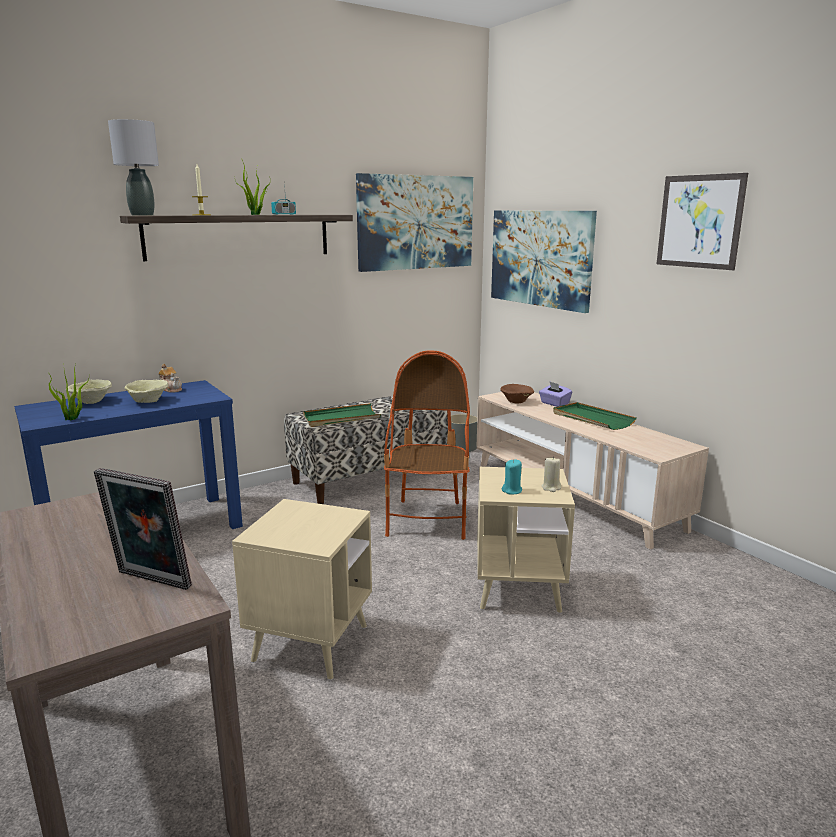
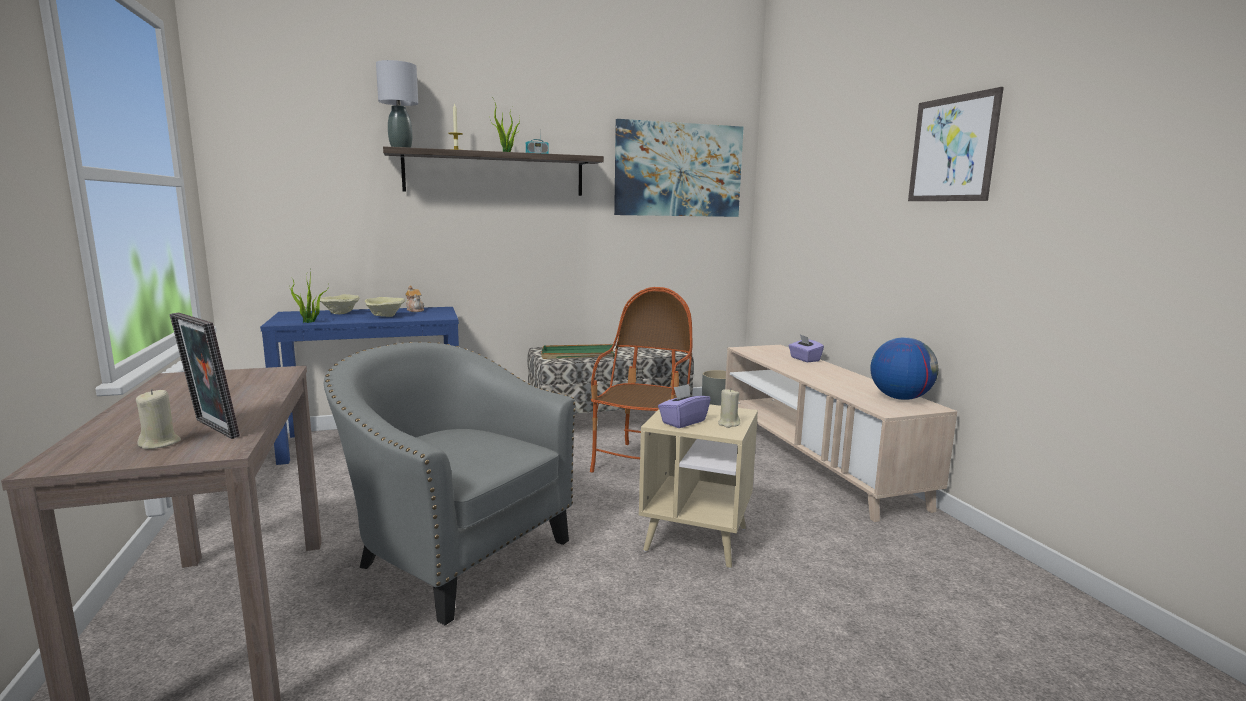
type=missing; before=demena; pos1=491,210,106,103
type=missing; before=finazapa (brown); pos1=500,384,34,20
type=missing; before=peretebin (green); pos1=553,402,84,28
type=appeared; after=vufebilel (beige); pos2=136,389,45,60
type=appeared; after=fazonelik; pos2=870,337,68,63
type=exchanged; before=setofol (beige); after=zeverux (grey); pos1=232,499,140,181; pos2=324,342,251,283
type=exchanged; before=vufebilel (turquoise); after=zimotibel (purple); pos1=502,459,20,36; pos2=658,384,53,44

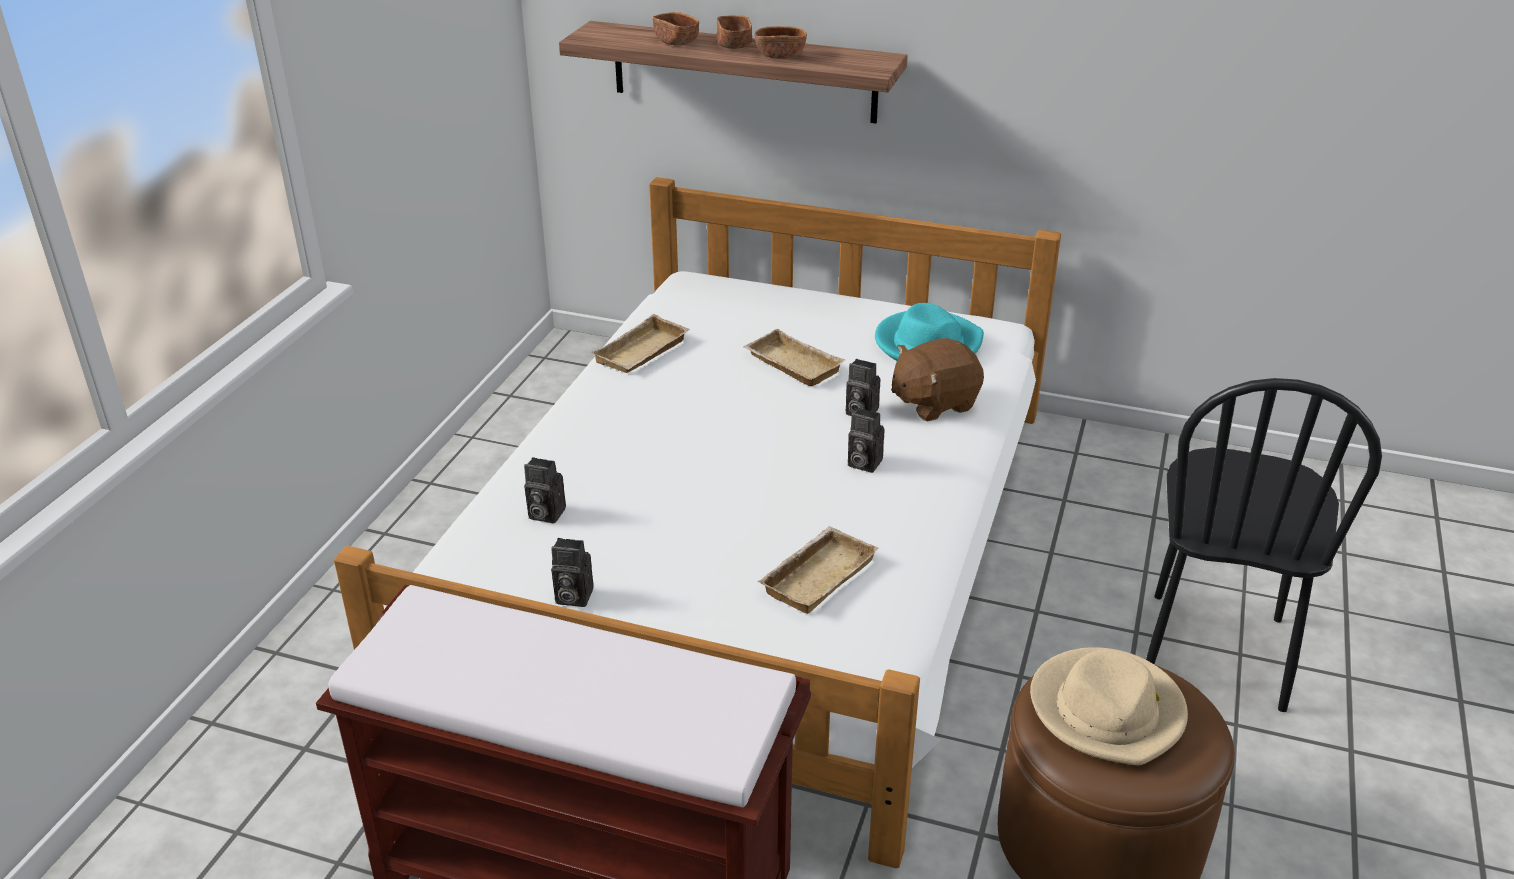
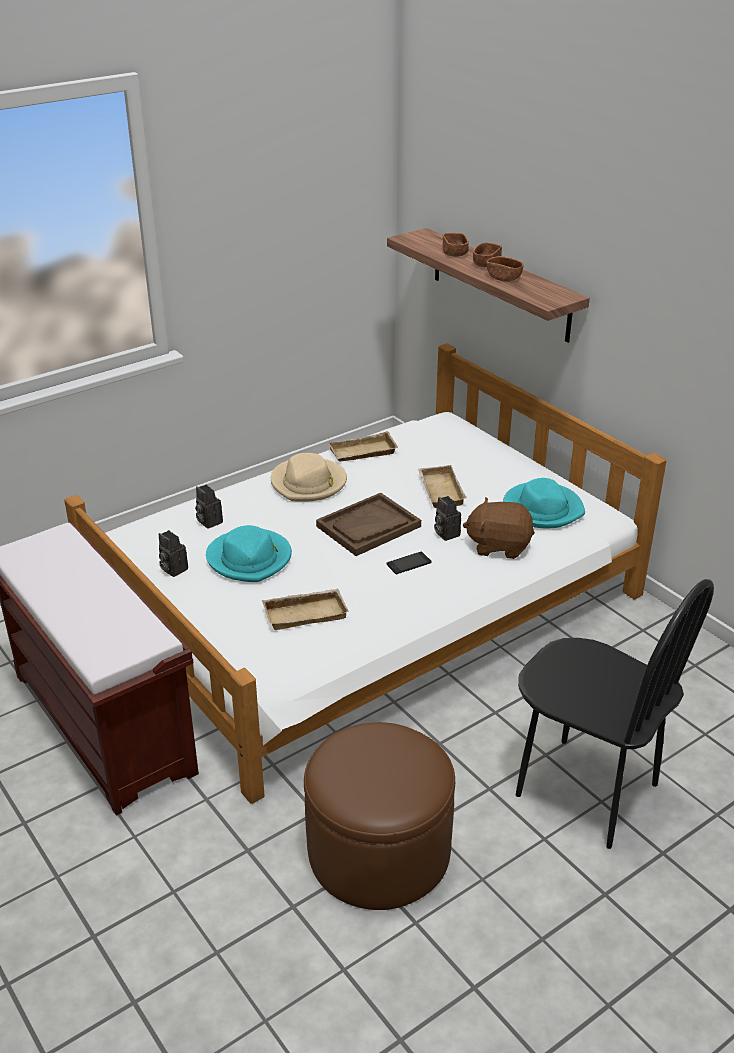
type=appeared; after=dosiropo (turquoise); pos2=206,525,86,57
type=appeared; after=peretebin (brown); pos2=316,493,105,63
type=relocated; before=dosiropo (beige); pos1=1030,647,158,118; pos2=271,453,76,49
type=exchanged; before=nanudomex; after=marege; pos1=848,408,37,65; pos2=386,552,46,22
type=spun; before=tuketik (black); pos1=1146,378,236,334; pos2=516,579,198,270; turn=-105

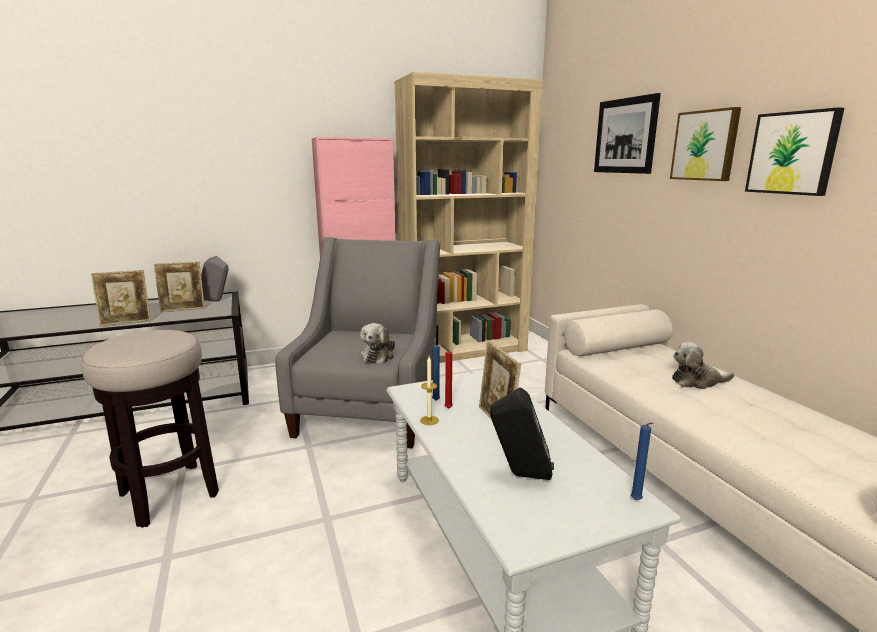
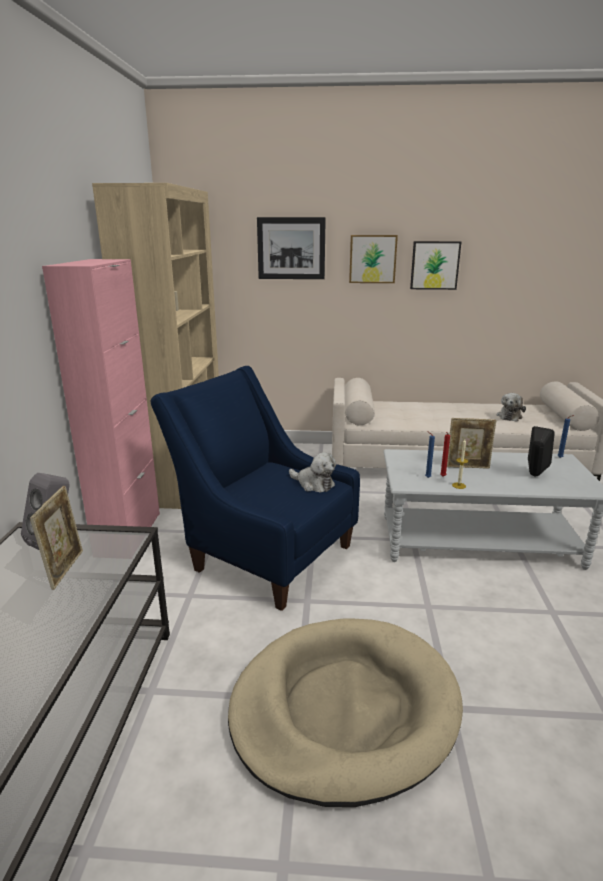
type=missing; before=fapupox; pos1=91,270,60,56
type=relocated; before=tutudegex; pos1=672,342,62,47; pos2=497,393,29,29
type=exchanged; before=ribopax; after=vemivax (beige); pos1=81,330,138,197; pos2=228,618,235,189
type=colour; before=zeverux (grey); after=zeverux (blue); pos1=275,237,165,211; pos2=150,366,210,245

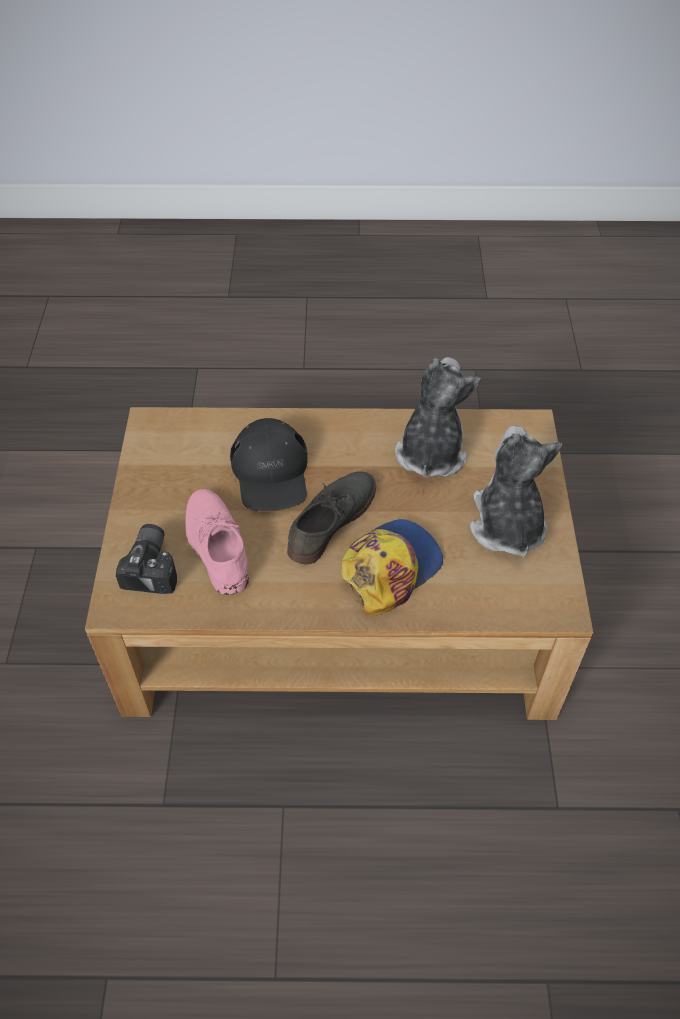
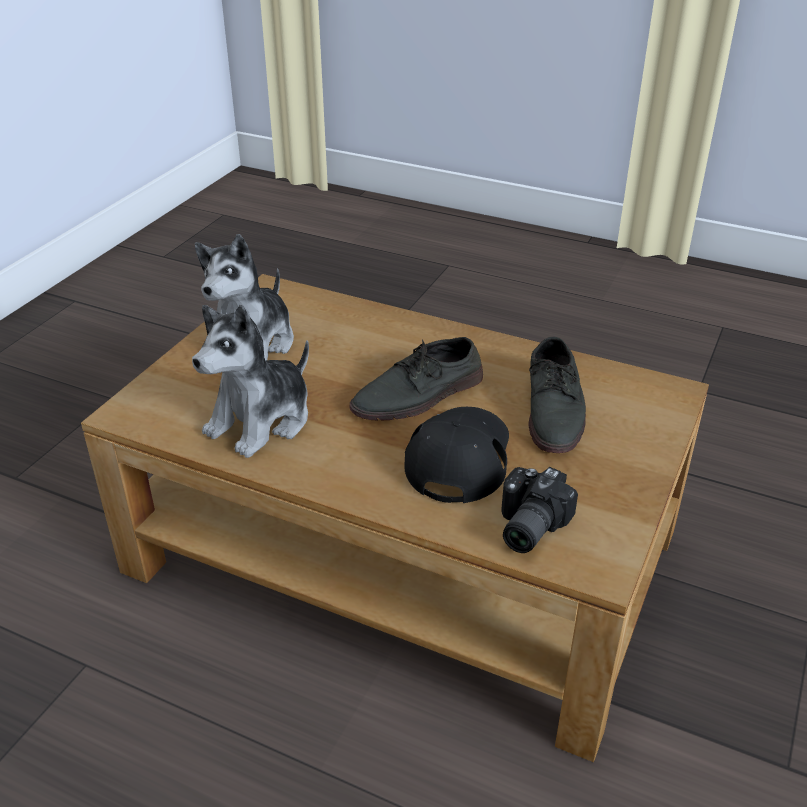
type=missing; before=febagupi; pos1=341,519,102,97
type=relocated; before=nanudomex; pos1=116,524,61,70; pos2=501,467,77,86
type=colour; before=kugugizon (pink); after=kugugizon (grey); pos1=185,489,64,106; pos2=528,336,58,117

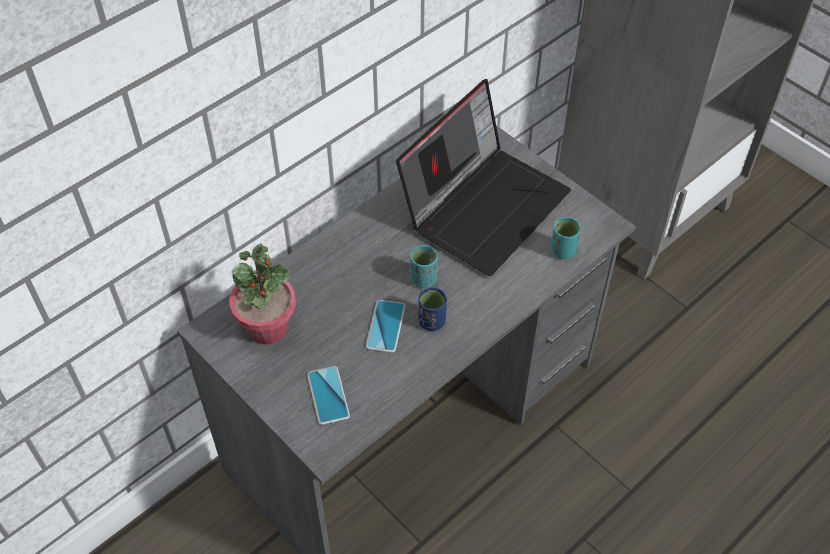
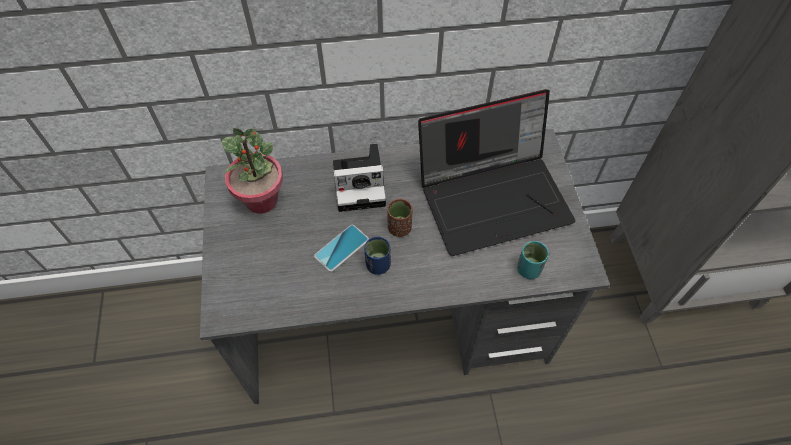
type=missing; before=marege; pos1=307,366,43,59
type=appeared; after=nanudomex; pos2=333,144,53,68
type=colour; before=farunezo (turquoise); after=farunezo (brown); pos1=410,245,28,43; pos2=387,199,25,38

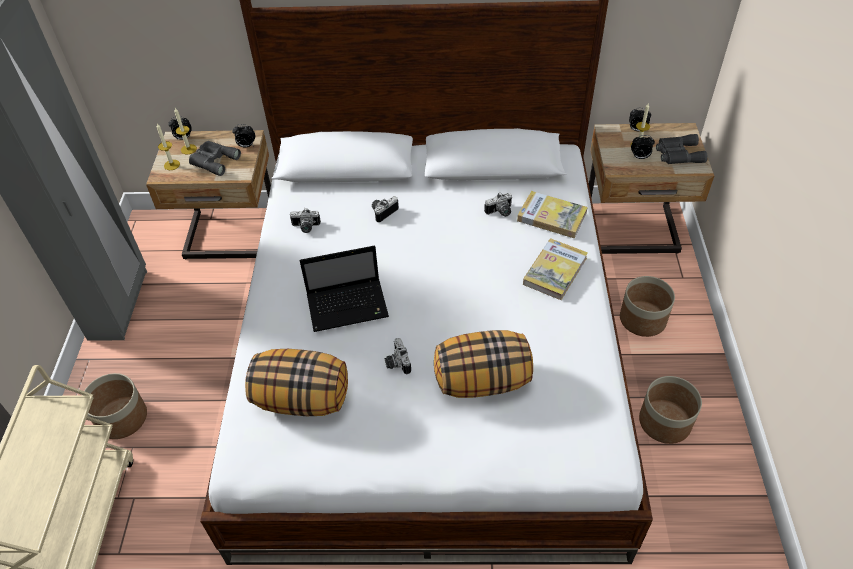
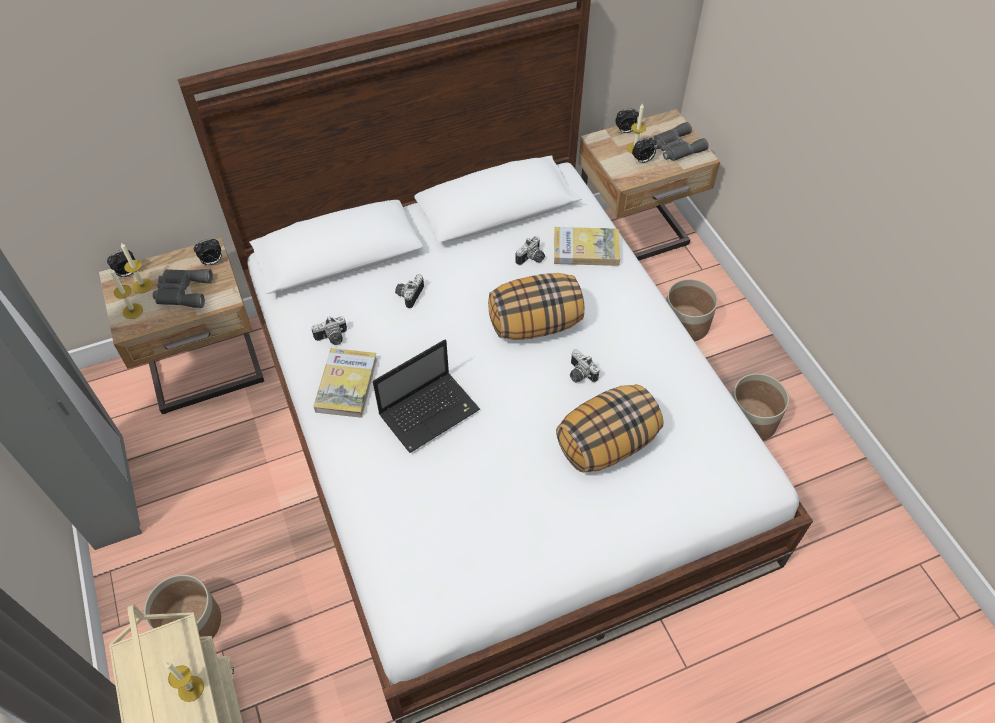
type=appeared; after=vufebilel; pos2=165,662,39,40
type=relocated; before=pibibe; pos1=245,349,103,67; pos2=488,273,96,67
type=relocated; before=nanudomex; pos1=385,338,26,36; pos2=570,349,30,33
type=relocated; before=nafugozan; pos1=523,238,65,62; pos2=313,348,64,70

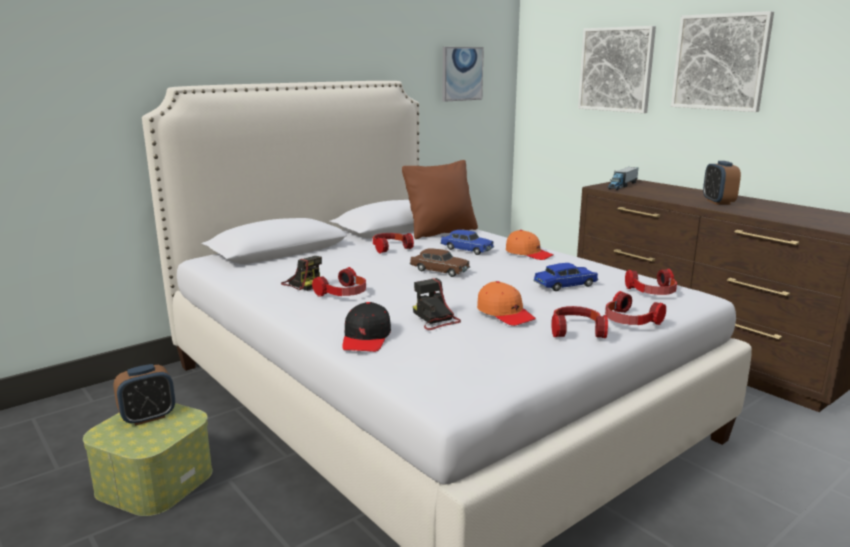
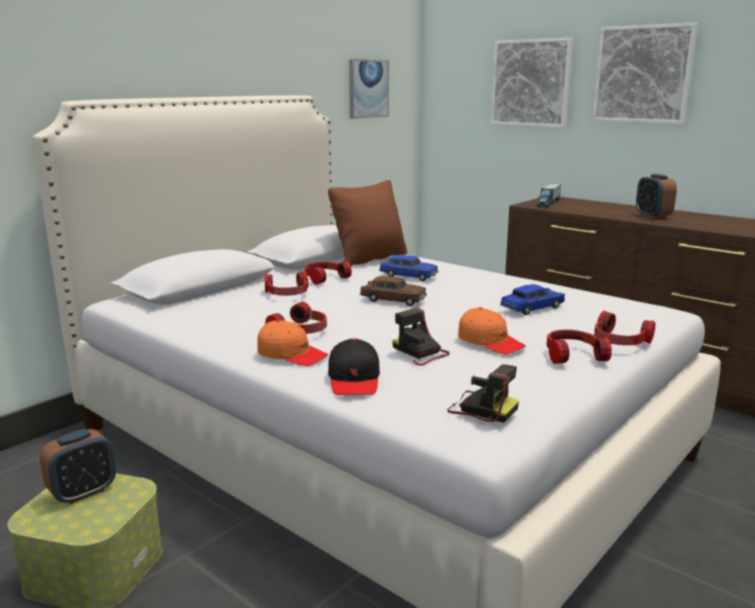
type=relocated; before=nanudomex; pos1=281,256,41,35; pos2=447,364,72,59
type=relocated; before=febagupi (orange); pos1=506,230,48,30; pos2=257,320,71,46
type=relocated; before=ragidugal; pos1=625,269,52,26; pos2=264,271,44,25

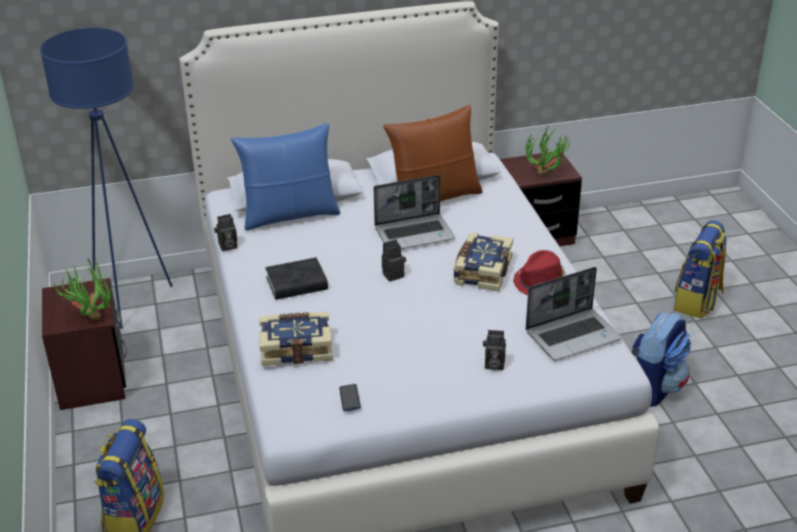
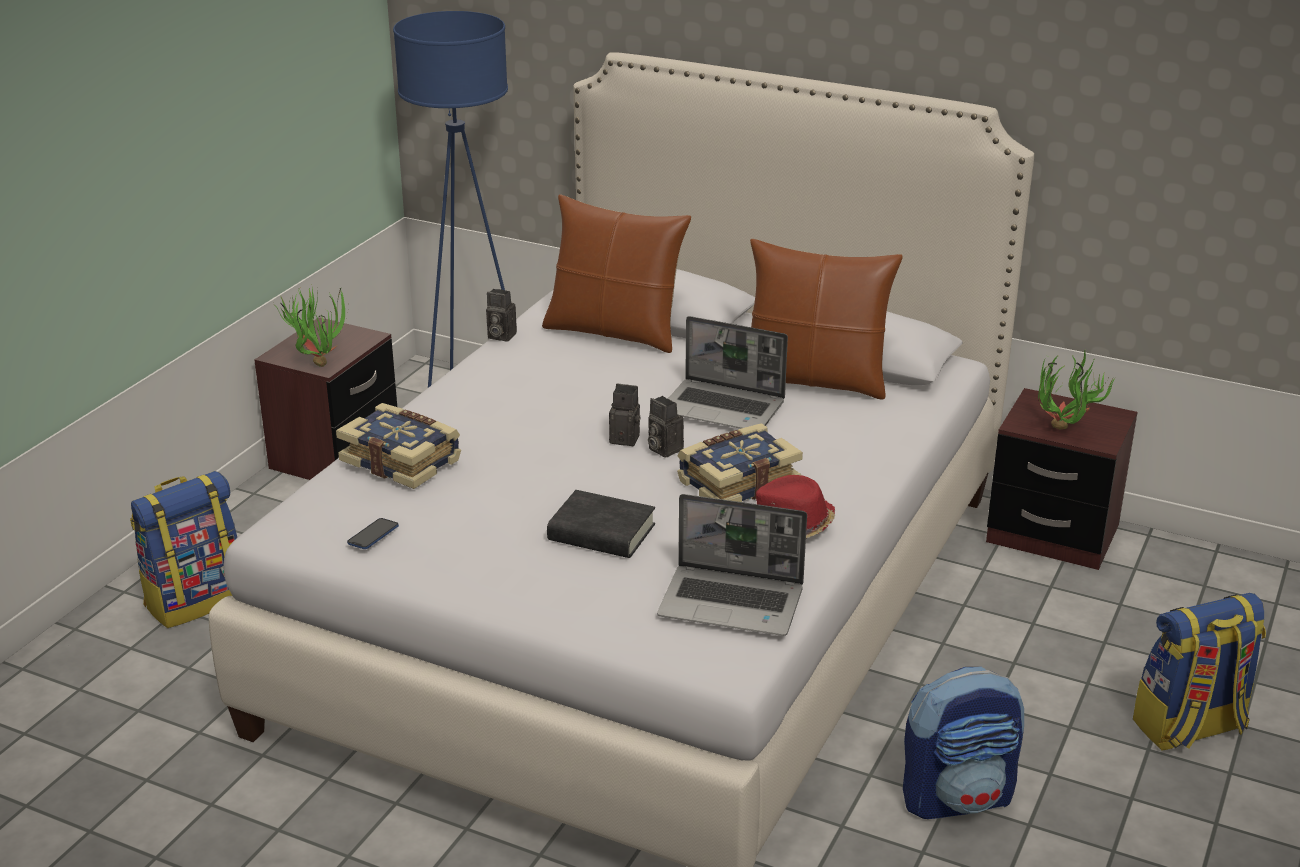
type=relocated; before=nafugozan (black); pos1=265,257,63,43; pos2=547,490,108,68
type=relocated; before=nanudomex; pos1=483,330,23,40; pos2=648,396,36,62
type=colour; before=pibibe (blue); after=pibibe (brown); pos1=231,123,109,107; pos2=542,195,149,158

